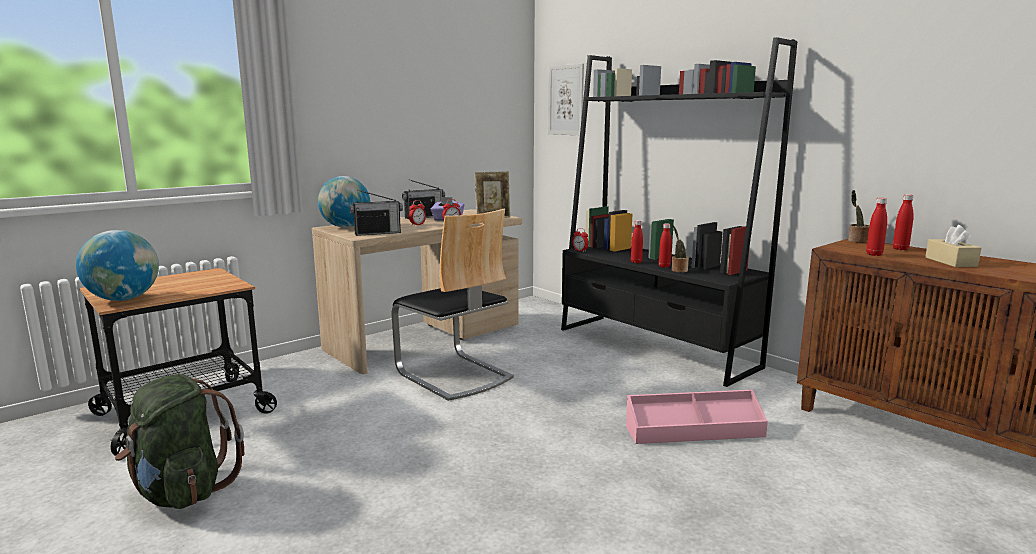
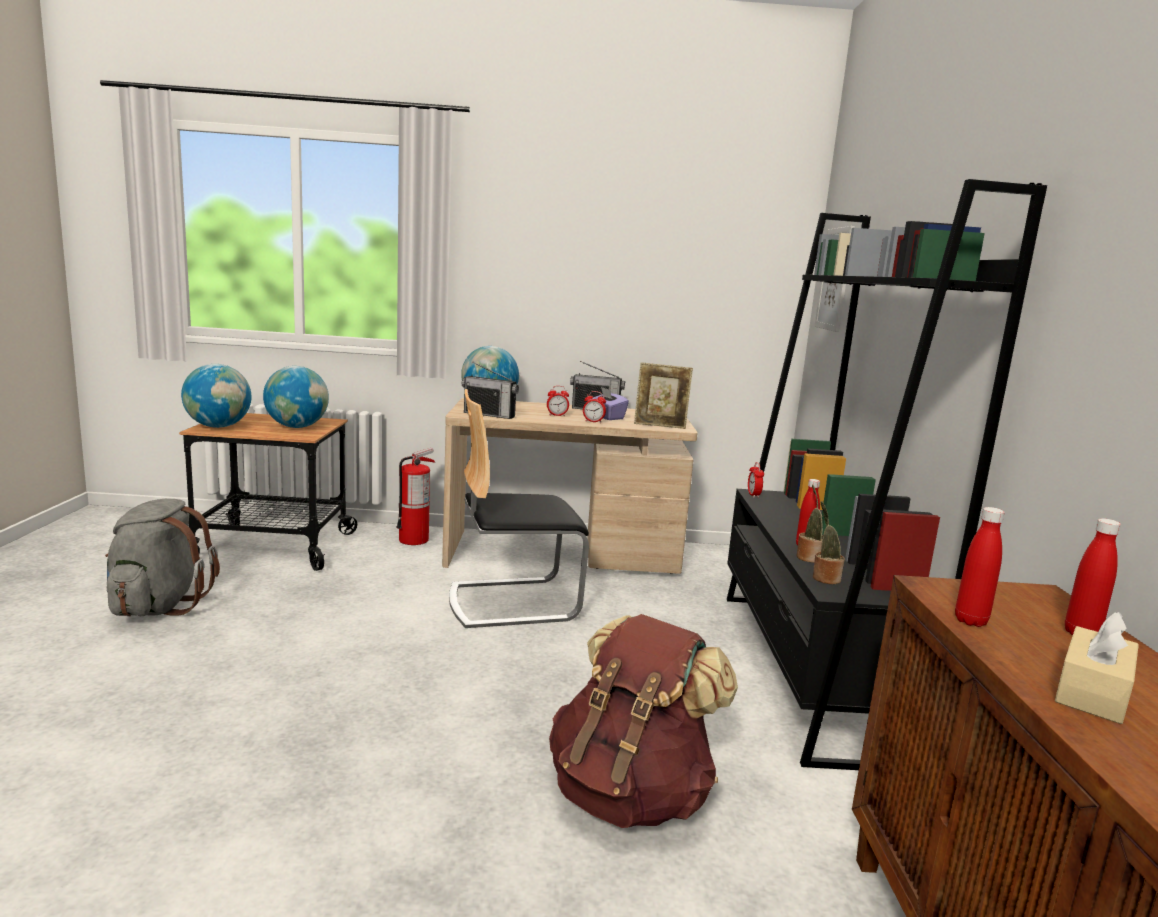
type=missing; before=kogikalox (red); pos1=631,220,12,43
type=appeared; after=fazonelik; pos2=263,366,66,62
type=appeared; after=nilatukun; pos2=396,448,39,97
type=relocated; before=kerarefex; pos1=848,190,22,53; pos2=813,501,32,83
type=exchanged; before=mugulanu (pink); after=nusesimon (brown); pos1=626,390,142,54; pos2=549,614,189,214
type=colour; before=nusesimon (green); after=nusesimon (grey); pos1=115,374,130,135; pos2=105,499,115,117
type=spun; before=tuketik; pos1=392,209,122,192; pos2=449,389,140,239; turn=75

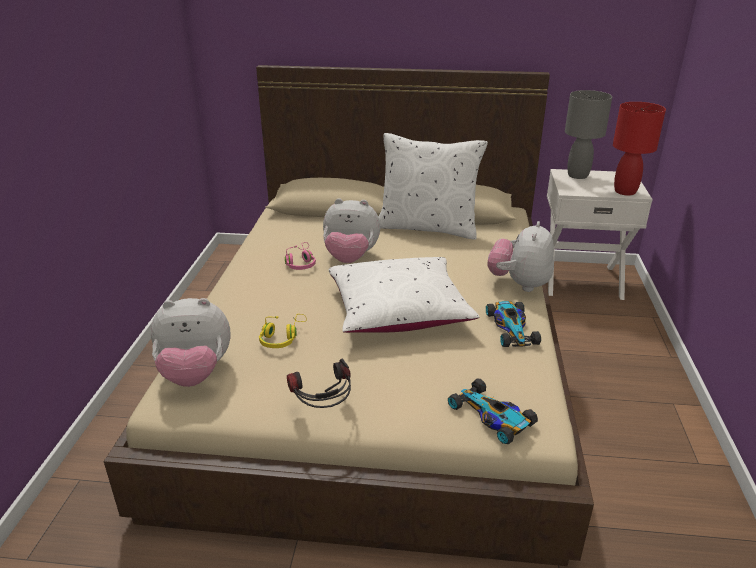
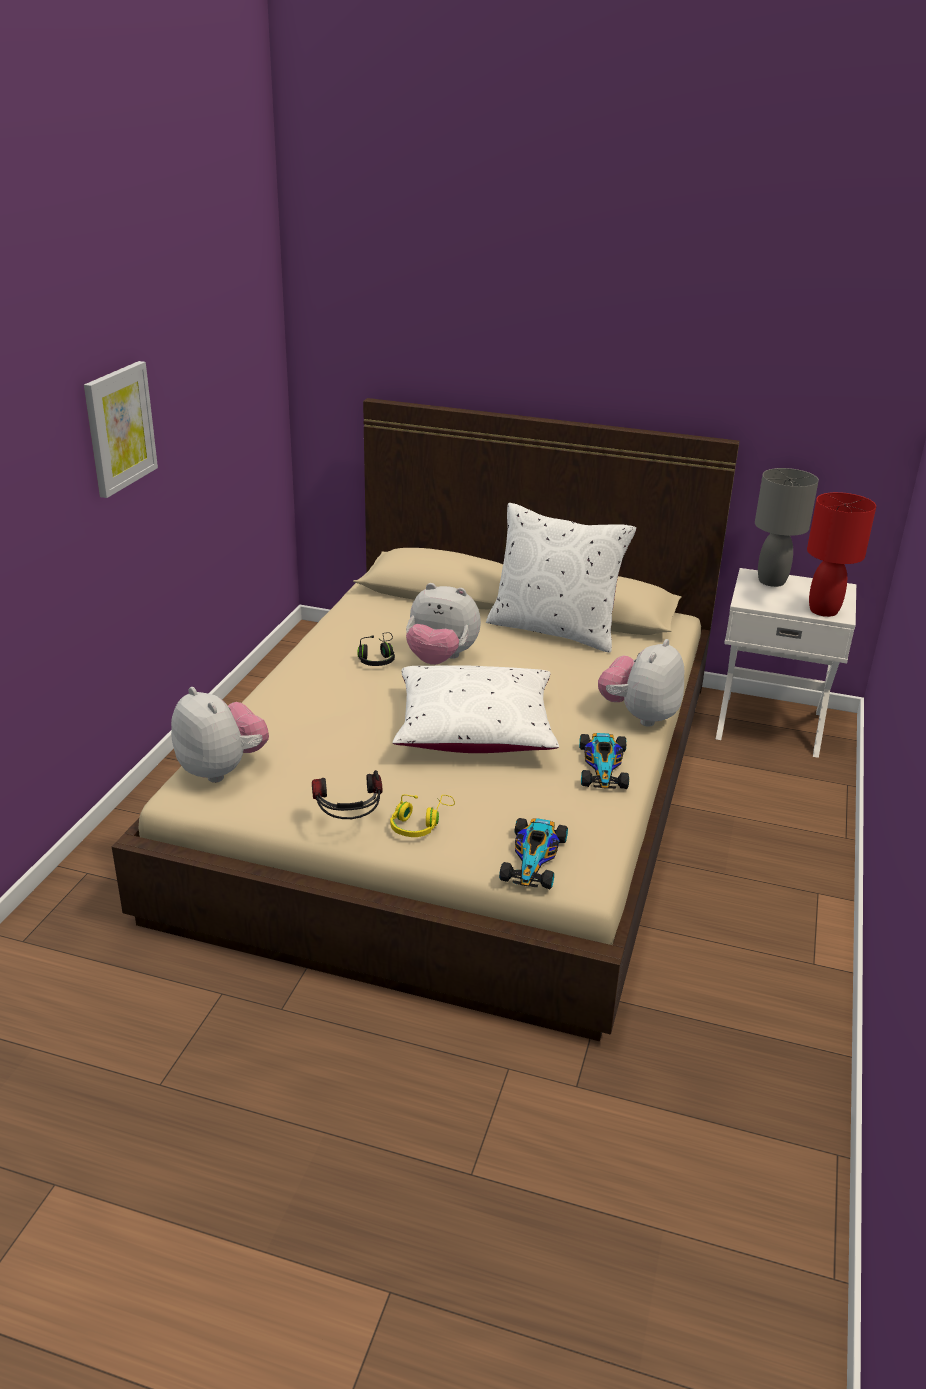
type=appeared; after=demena; pos2=84,361,74,137
type=relocated; before=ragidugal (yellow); pos1=259,314,48,34; pos2=390,794,65,43
type=colour; before=ragidugal (pink); after=ragidugal (black); pos1=285,242,31,28; pos2=358,632,37,34
type=spun; before=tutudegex; pos1=151,298,80,89; pos2=171,687,98,96; turn=-135
type=spun; before=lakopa; pos1=448,379,90,65; pos2=499,818,69,72; turn=-135

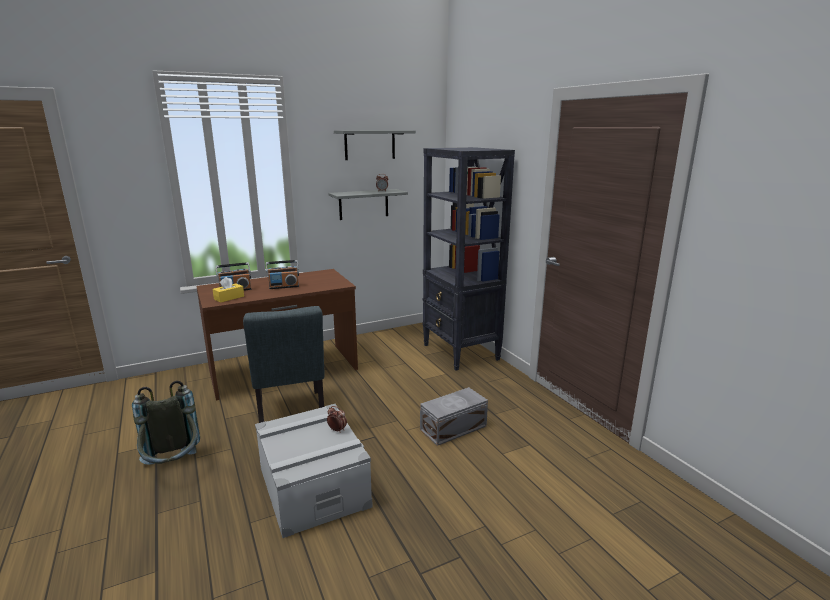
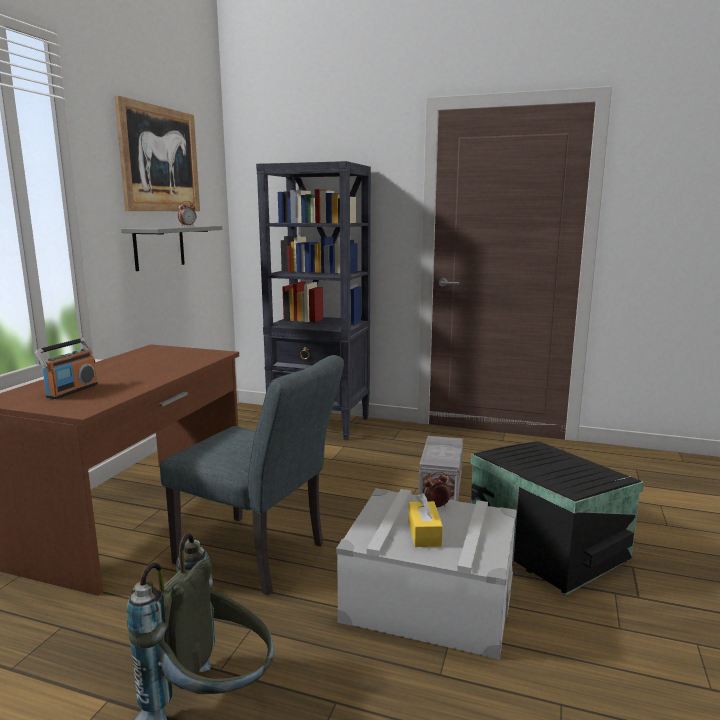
type=missing; before=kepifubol; pos1=266,260,33,29
type=appeared; after=mugulanu (black); pos2=470,441,174,154
type=relocated; before=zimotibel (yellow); pos1=212,277,32,26; pos2=408,493,35,54
type=exchanged; before=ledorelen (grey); after=demena; pos1=334,130,82,30; pos2=114,96,86,115

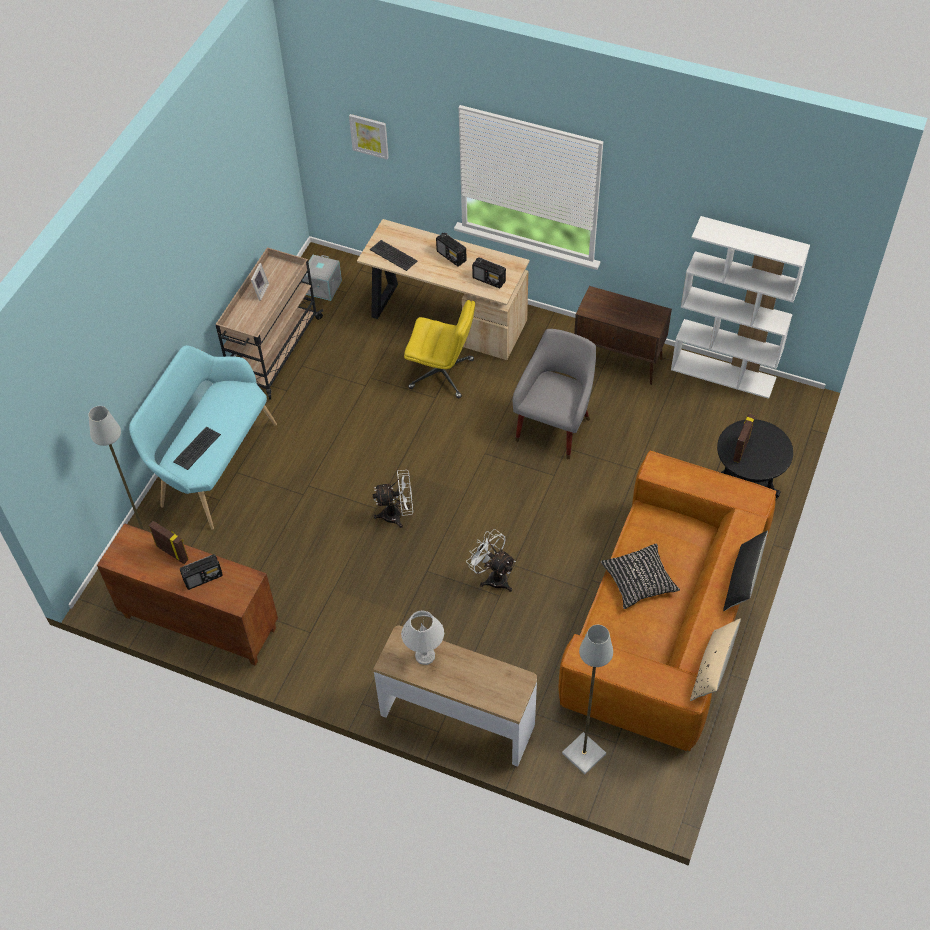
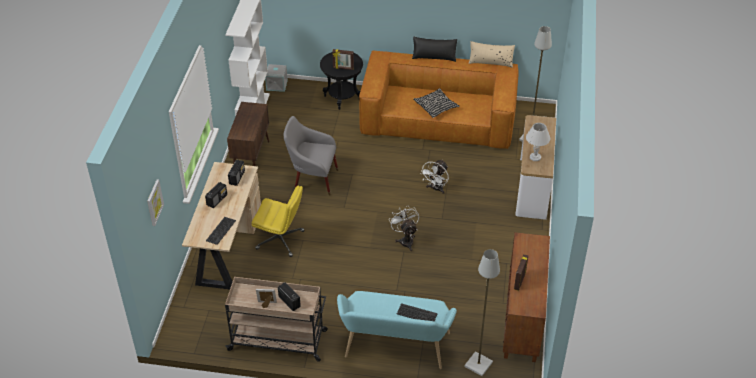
type=relocated; before=kepifubol; pos1=180,554,43,36; pos2=278,282,23,29
type=relocated; before=mugulanu (grey); pos1=302,254,40,47; pos2=265,64,23,28
type=spun; before=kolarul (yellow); pos1=404,300,71,98; pos2=252,185,53,72; turn=105

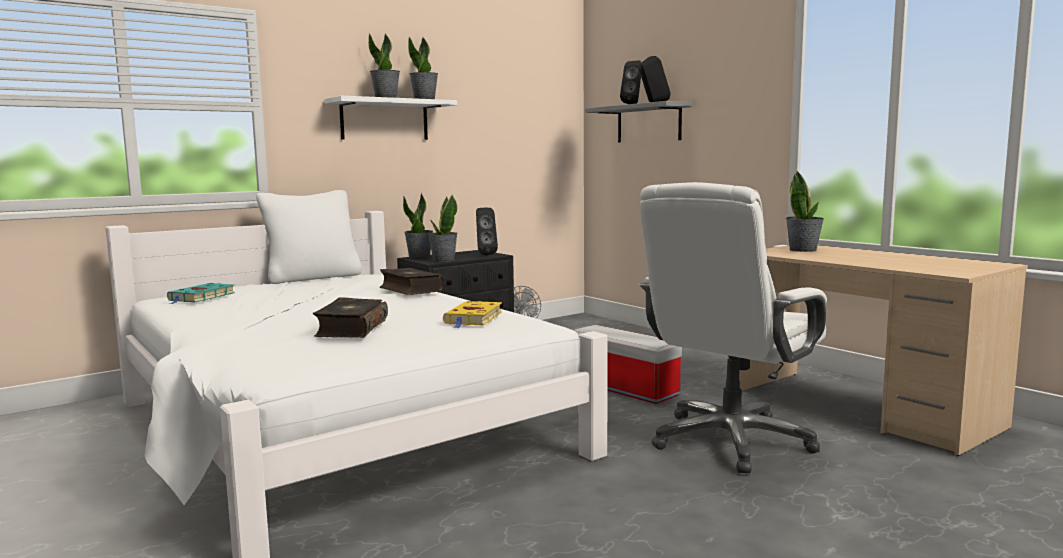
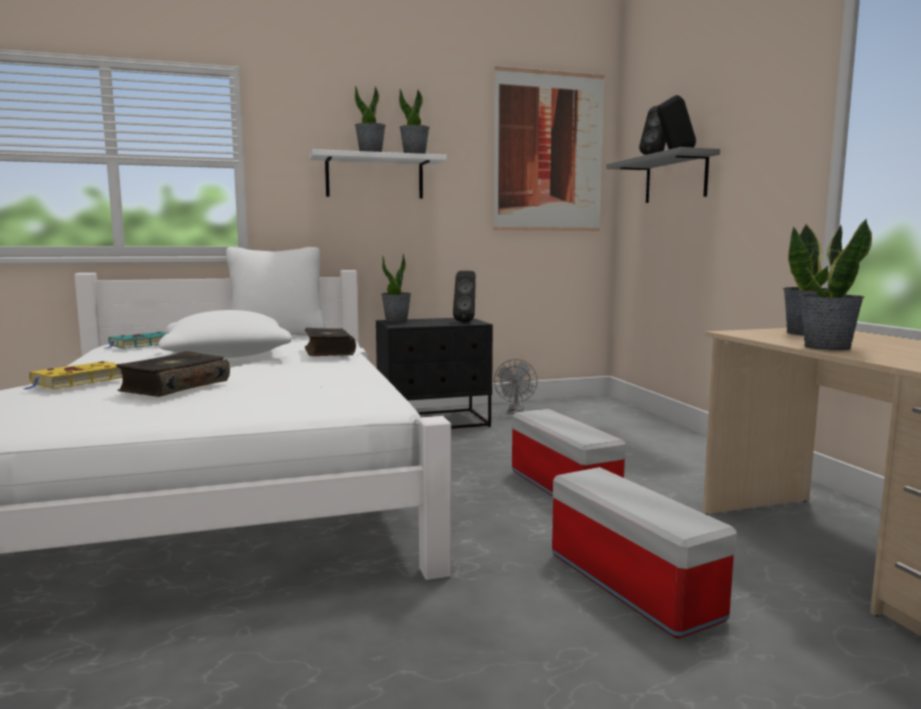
type=appeared; after=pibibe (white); pos2=158,310,134,48
type=appeared; after=demena; pos2=494,66,111,165
type=relocated; before=kerarefex; pos1=428,194,30,68; pos2=799,219,73,132
type=relocated; before=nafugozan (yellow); pos1=443,301,59,27; pos2=23,361,99,29
type=exchanged; before=kolarul (white); after=mugulanu; pos1=639,182,188,291; pos2=552,467,185,172

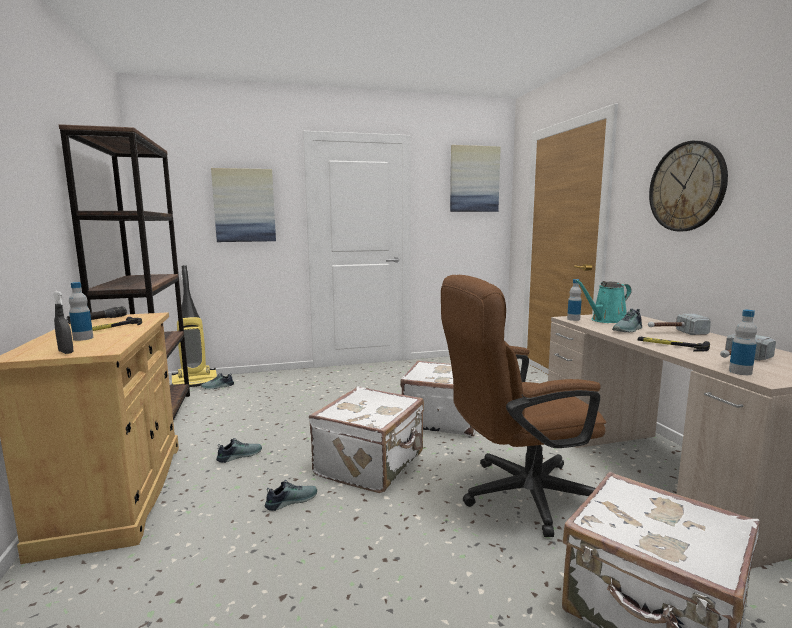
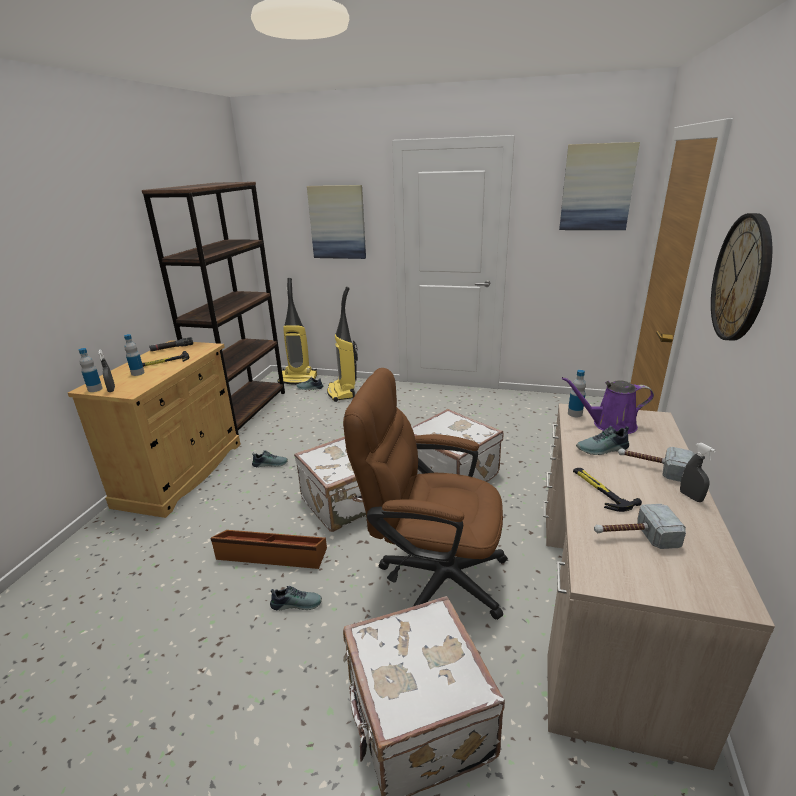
type=appeared; after=mugulanu (brown); pos2=210,530,117,39
type=appeared; after=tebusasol; pos2=327,286,31,116
type=appeared; after=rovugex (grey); pos2=680,443,36,59
type=relocated; before=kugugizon; pos1=265,480,52,31; pos2=270,586,52,25
type=relocated; before=kogikalox; pos1=729,310,28,65; pos2=79,348,24,44
type=colour; before=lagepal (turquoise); after=lagepal (purple); pos1=575,280,57,43; pos2=562,377,92,57

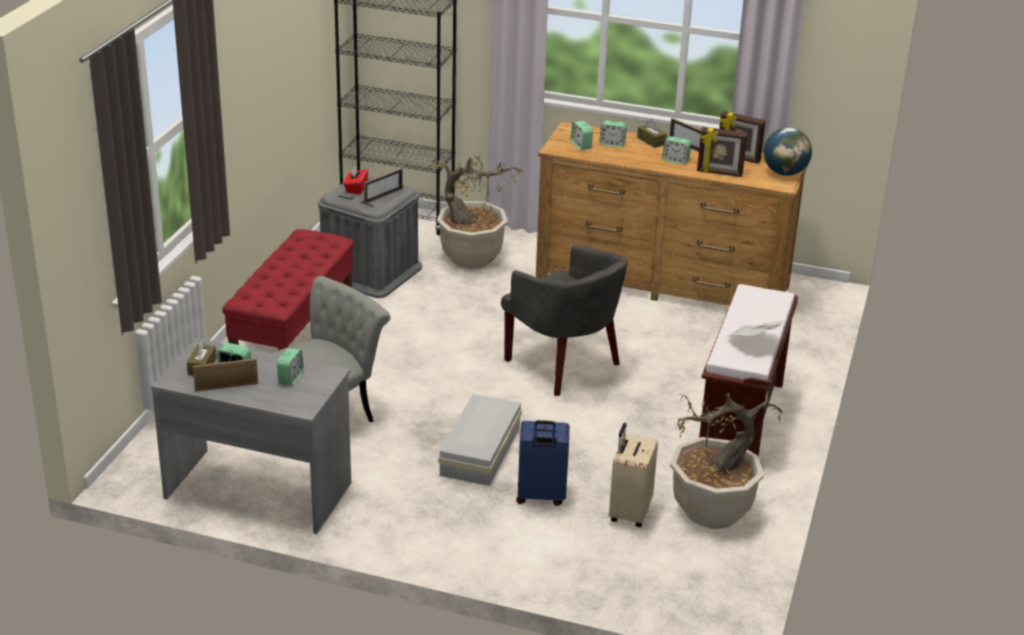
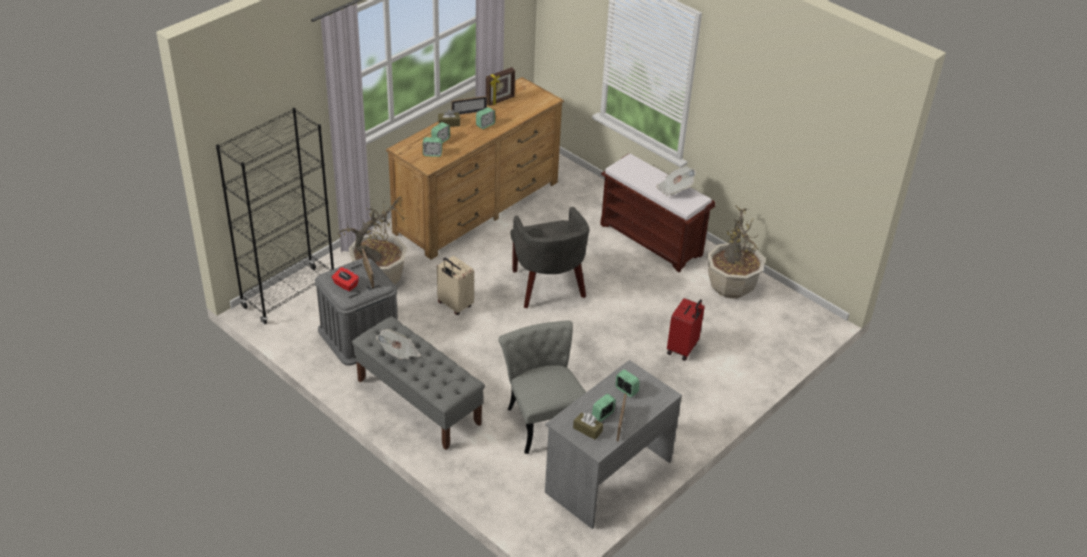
type=missing; before=mugulanu (white); pos1=438,394,84,92
type=missing; before=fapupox; pos1=697,127,50,50
type=missing; before=fazonelik; pos1=763,127,49,49
type=appeared; after=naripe; pos2=376,329,45,31
type=relocated; before=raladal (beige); pos1=609,423,49,104; pos2=437,256,37,59
type=colour; before=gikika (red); after=gikika (grey); pos1=222,229,132,121; pos2=352,316,133,134
type=colour; before=raladal (blue); after=raladal (red); pos1=517,420,52,86; pos2=667,298,38,63
type=spun; before=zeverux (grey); pos1=501,245,127,151; pos2=511,207,78,101; turn=90

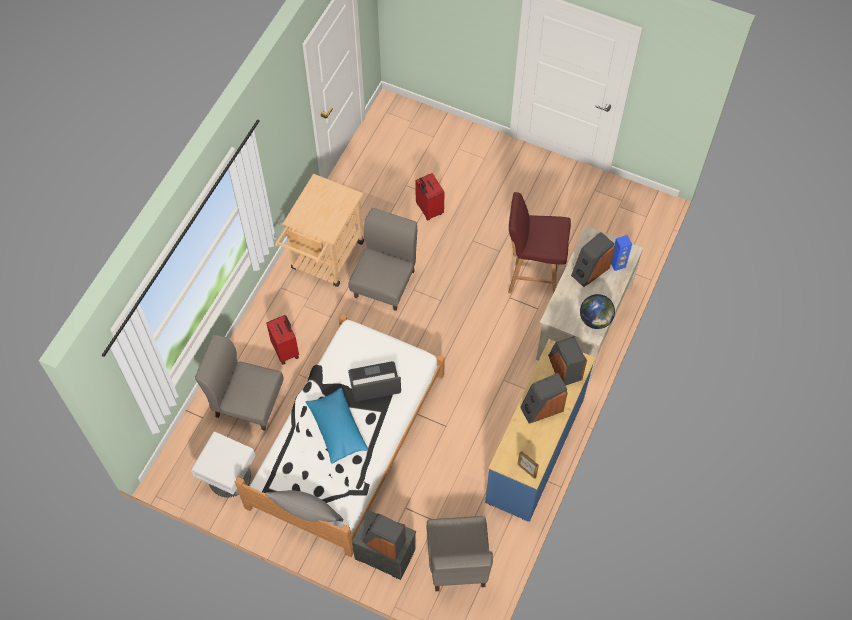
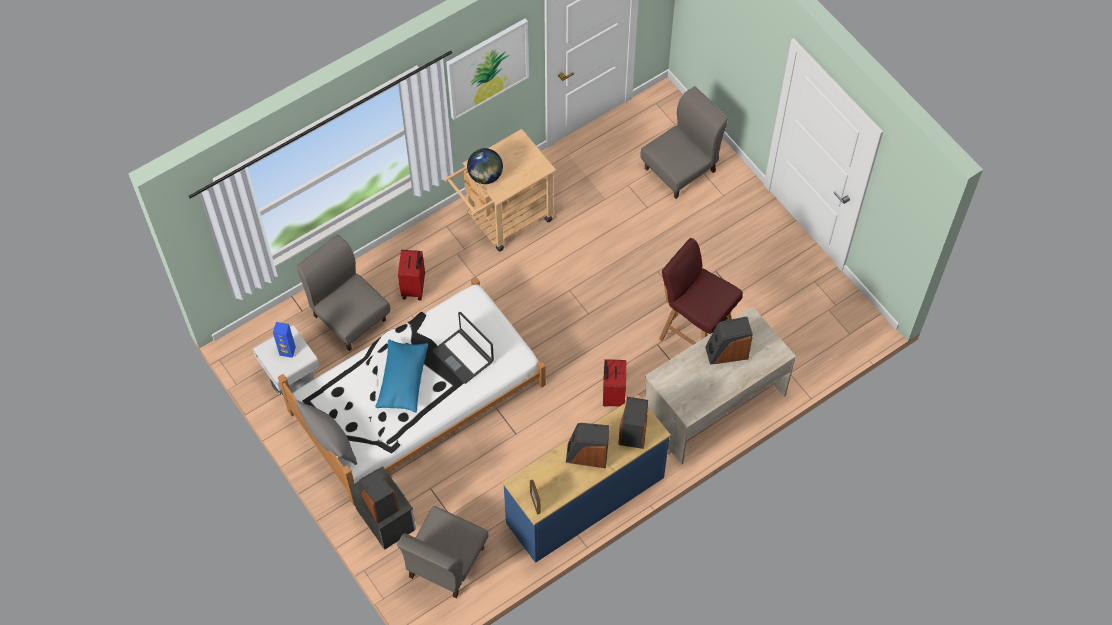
type=appeared; after=demena; pos2=446,18,83,102
type=relocated; before=tuketik (grey); pos1=348,208,69,103; pos2=640,87,88,112
type=relocated; before=raladal (red); pos1=415,173,29,47; pos2=603,359,23,48
type=relocated; before=fazonelik; pos1=580,294,35,35; pos2=467,148,36,36
type=relocated; before=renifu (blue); pos1=611,235,21,36; pos2=273,322,23,36
type=spun; before=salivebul; pos1=348,361,53,41; pos2=433,312,61,72; turn=-150

